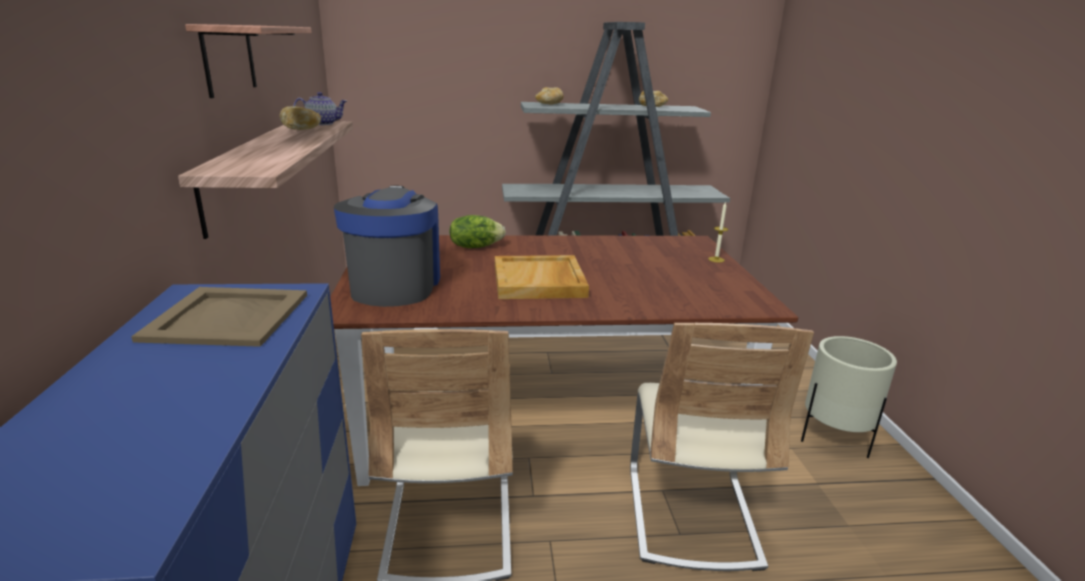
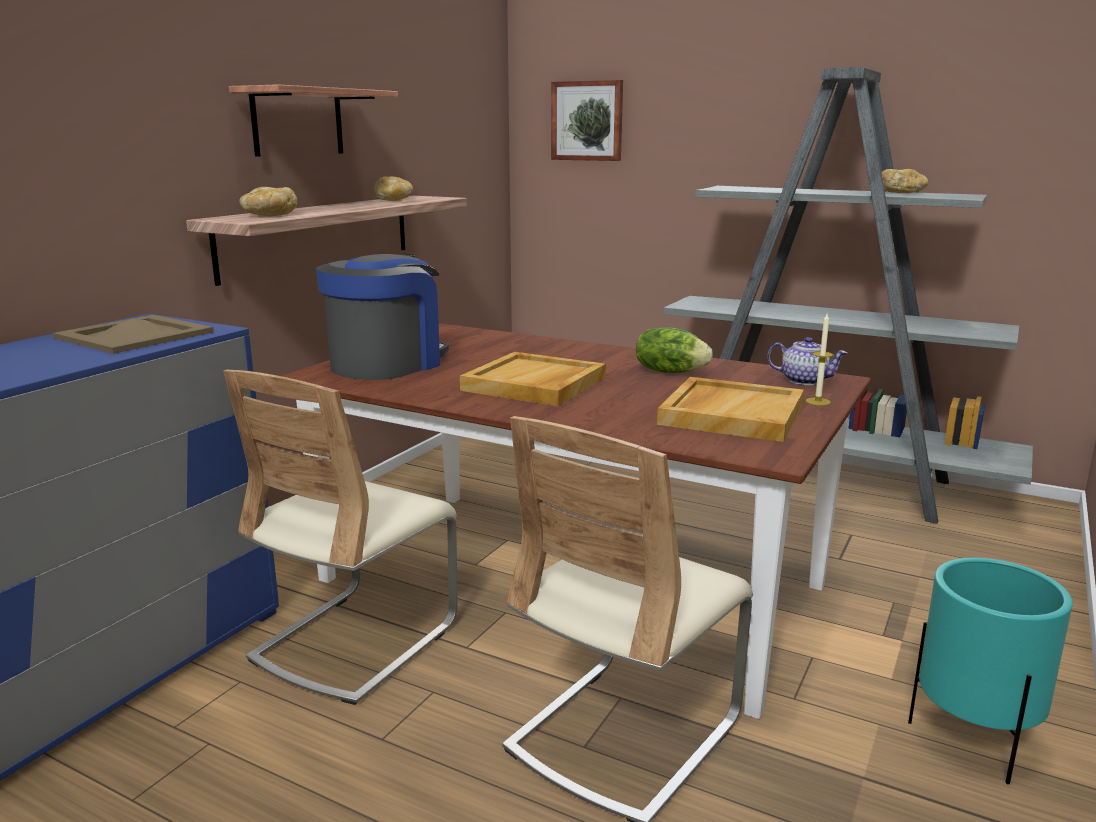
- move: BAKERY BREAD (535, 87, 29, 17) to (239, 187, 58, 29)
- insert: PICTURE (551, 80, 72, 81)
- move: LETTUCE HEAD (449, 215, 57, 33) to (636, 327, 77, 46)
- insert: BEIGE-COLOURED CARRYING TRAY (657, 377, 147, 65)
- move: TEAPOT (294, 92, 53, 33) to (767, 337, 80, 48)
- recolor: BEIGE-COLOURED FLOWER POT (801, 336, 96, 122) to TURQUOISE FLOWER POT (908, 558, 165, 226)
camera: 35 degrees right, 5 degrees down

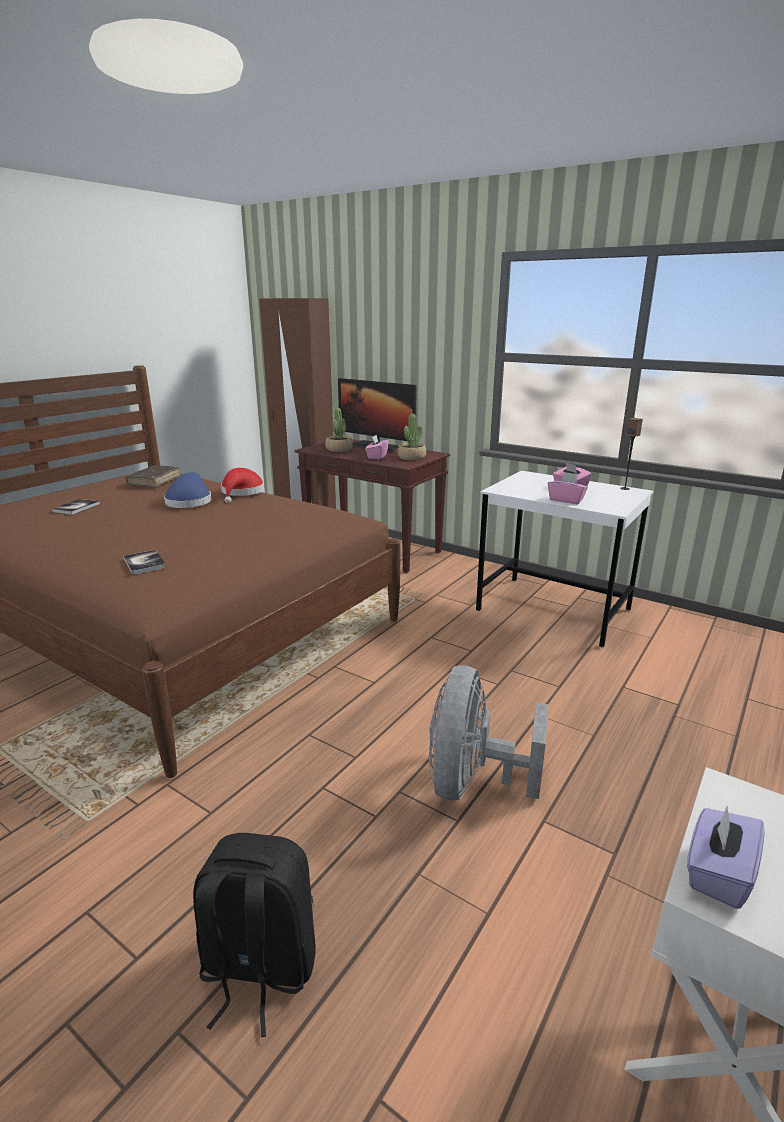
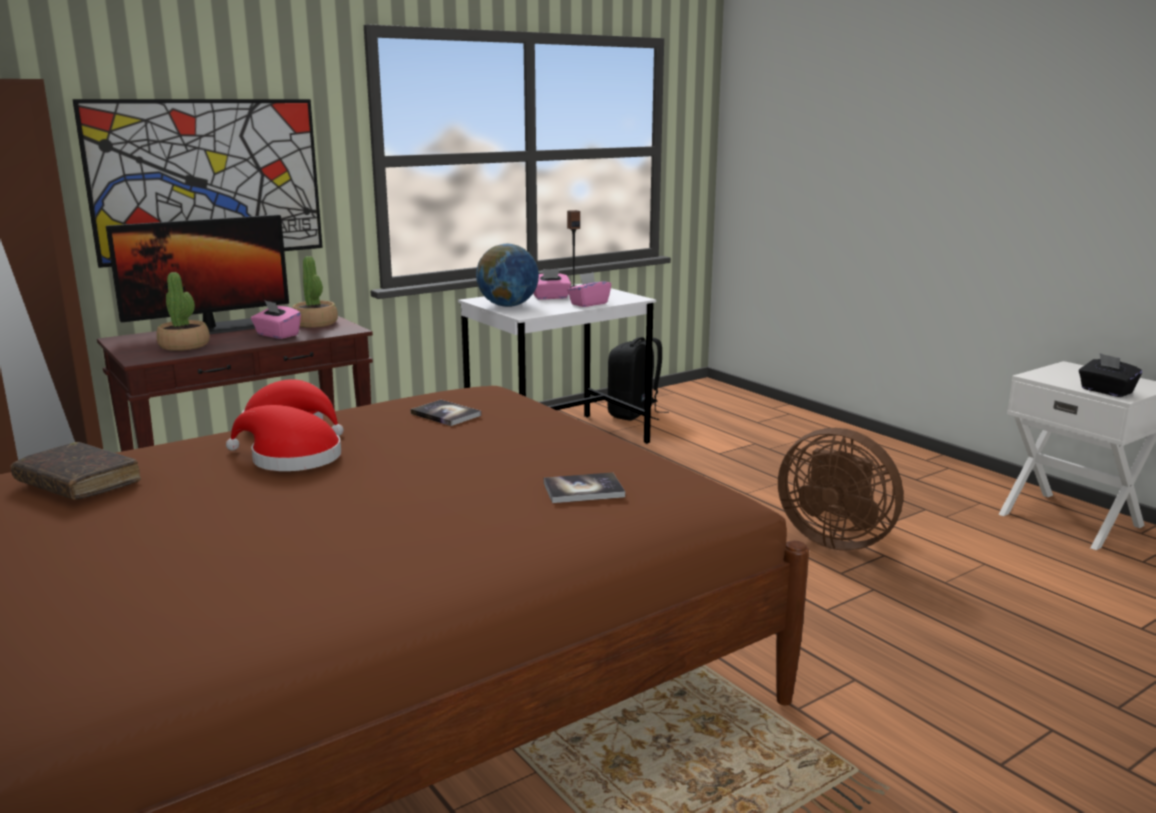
- insert: PICTURE (72, 99, 251, 169)
- recolor: BLUISH CLOTHING HAT (164, 472, 48, 36) to RED-COLOURED CLOTHING HAT (226, 405, 115, 66)
- move: VOLUME (52, 499, 48, 16) to (410, 400, 71, 26)
- insert: WORLD GLOBE (476, 244, 63, 63)
- move: BLACKISH KNAPSACK (193, 833, 123, 204) to (607, 337, 62, 84)
- recolor: GREY COOLING FAN (429, 665, 119, 136) to BROWN COOLING FAN (778, 428, 125, 123)
- recolor: PURPLE BOX OF TISSUES (687, 806, 78, 103) to BLACKISH BOX OF TISSUES (1079, 353, 63, 44)
camera: 70 degrees left, 5 degrees down

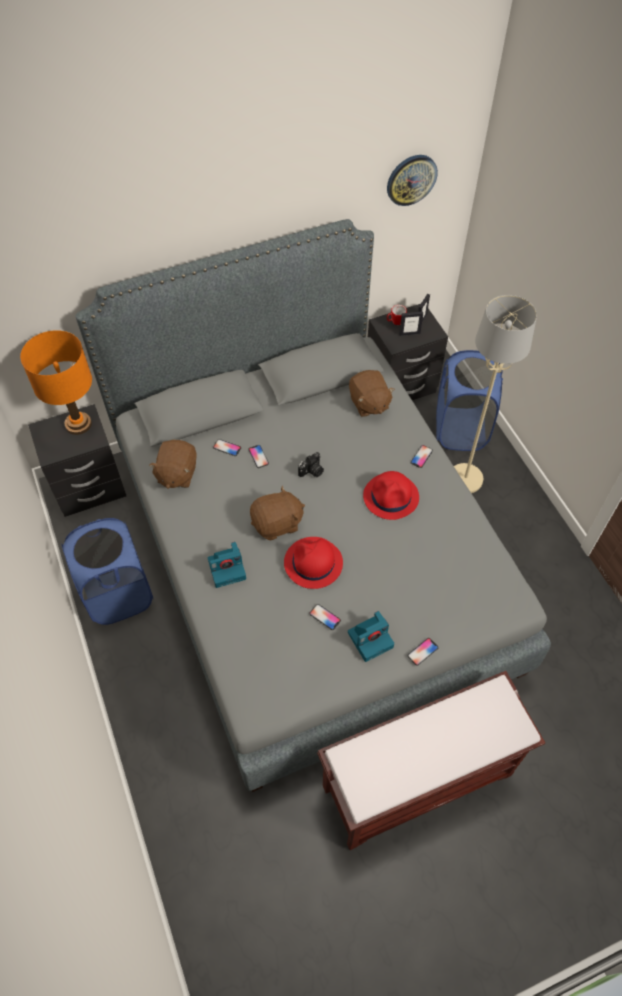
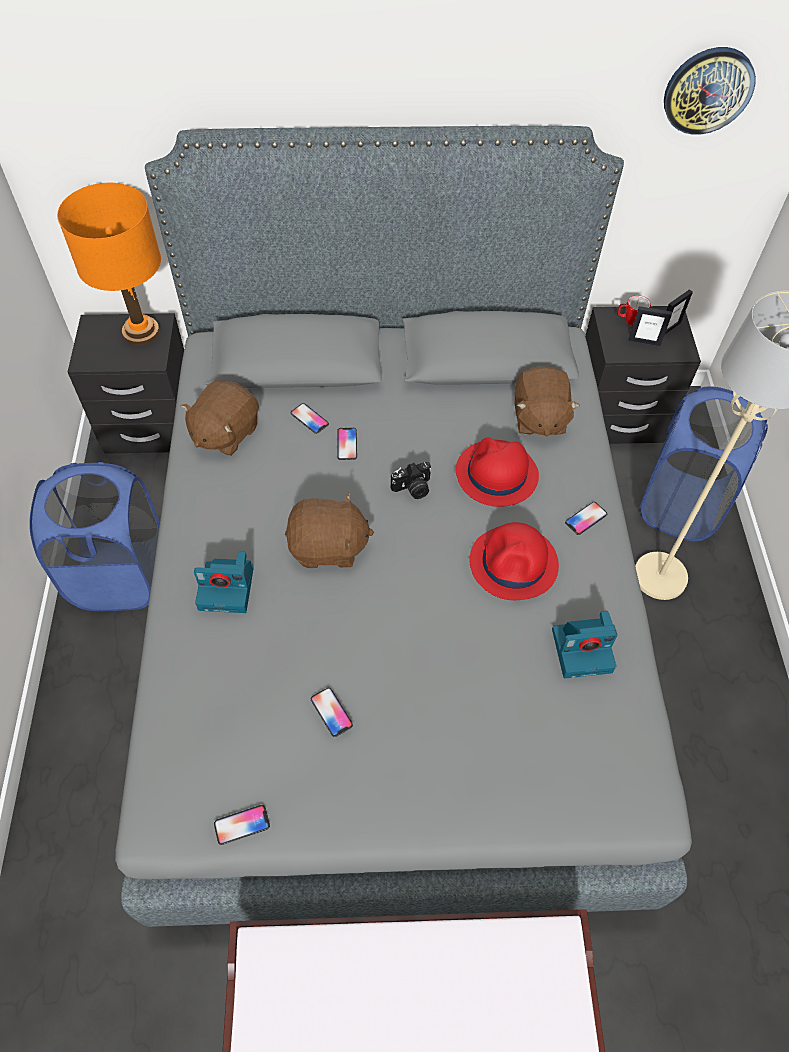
- move: PHONE (407, 638, 32, 28) to (214, 805, 56, 40)
- move: RED-COLOURED CLOTHING HAT (284, 537, 59, 52) to (456, 438, 83, 69)
- move: PHOTO CAMERA (348, 611, 46, 51) to (552, 611, 65, 68)
camera: 20 degrees right, 0 degrees up

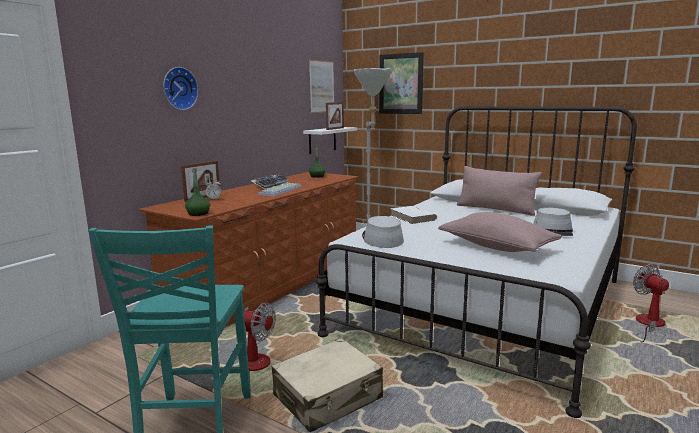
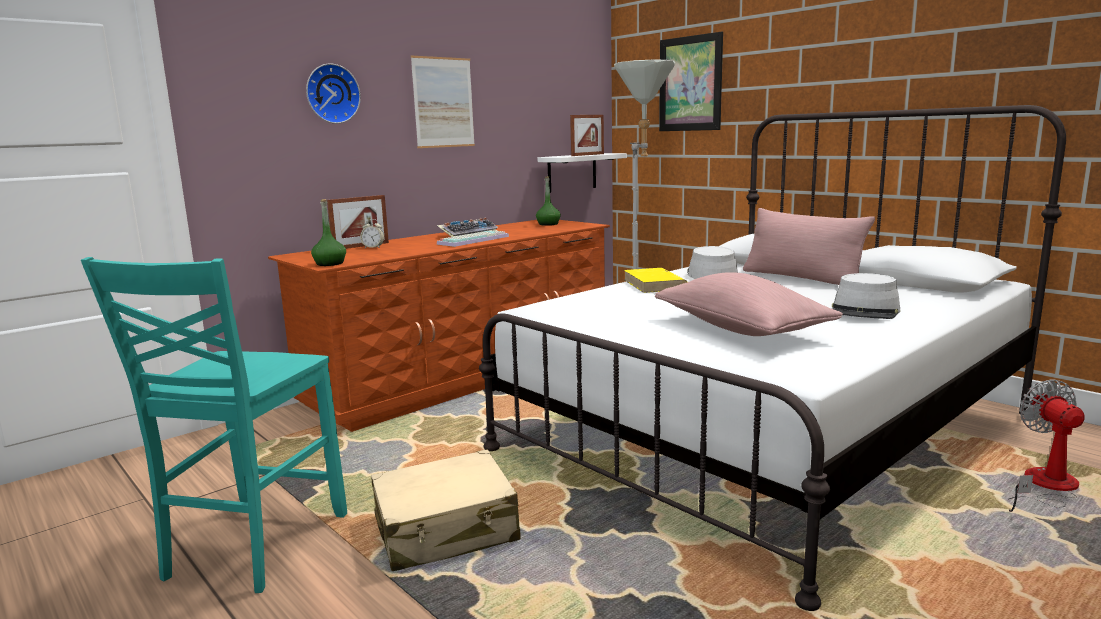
- move: PICTURE (309, 60, 25, 53) to (411, 56, 64, 92)
- recolor: WHITISH VOLUME (390, 206, 47, 18) to YELLOW-COLOURED VOLUME (624, 268, 63, 25)
- move: GREY CLOTHING HAT (362, 216, 42, 32) to (687, 246, 51, 33)
- delete: COOLING FAN (244, 303, 32, 68)
camera: 15 degrees right, 0 degrees up

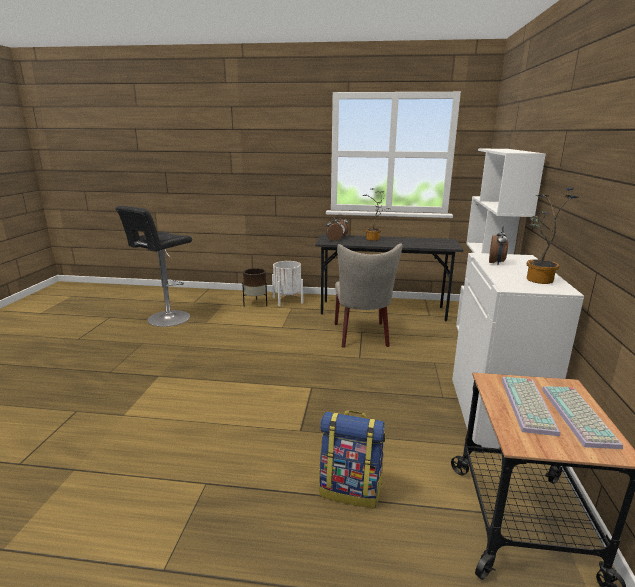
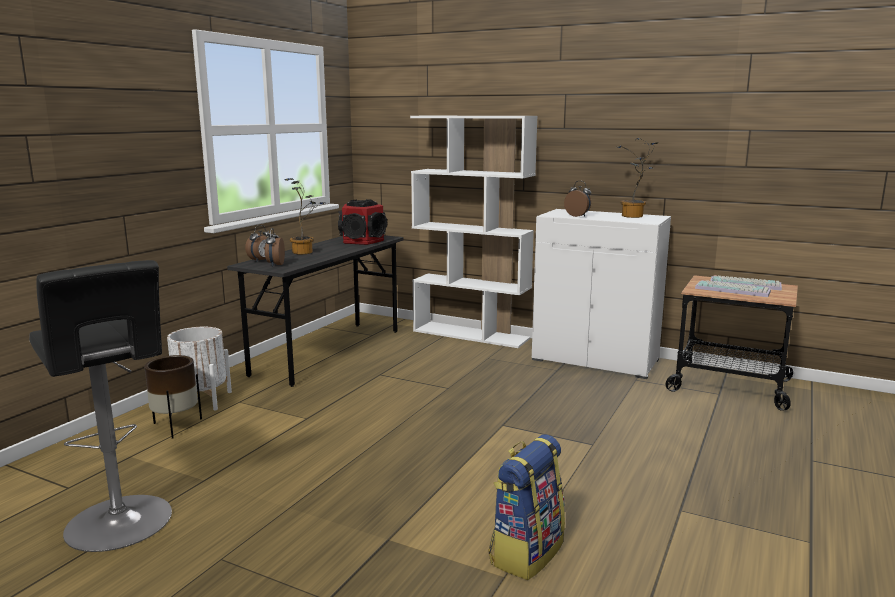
- insert: SPEAKER (338, 199, 49, 46)
- move: KNAPSACK (319, 411, 67, 97) to (488, 434, 77, 146)
- delete: BEIGE-COLOURED UPRIGHT CHAIR (334, 243, 69, 105)
camera: 70 degrees left, 5 degrees down

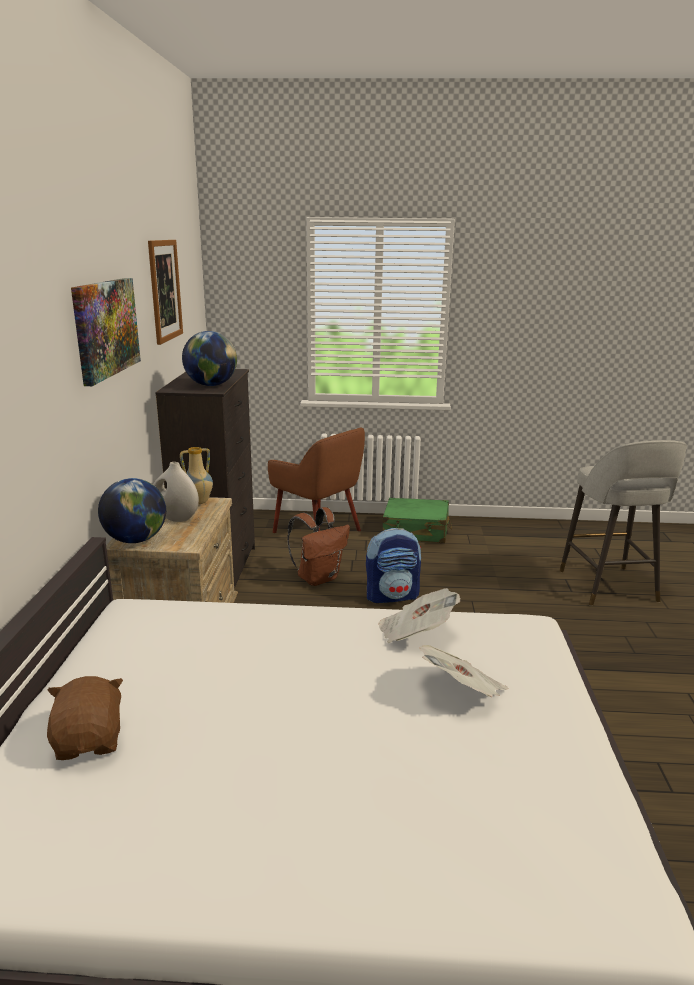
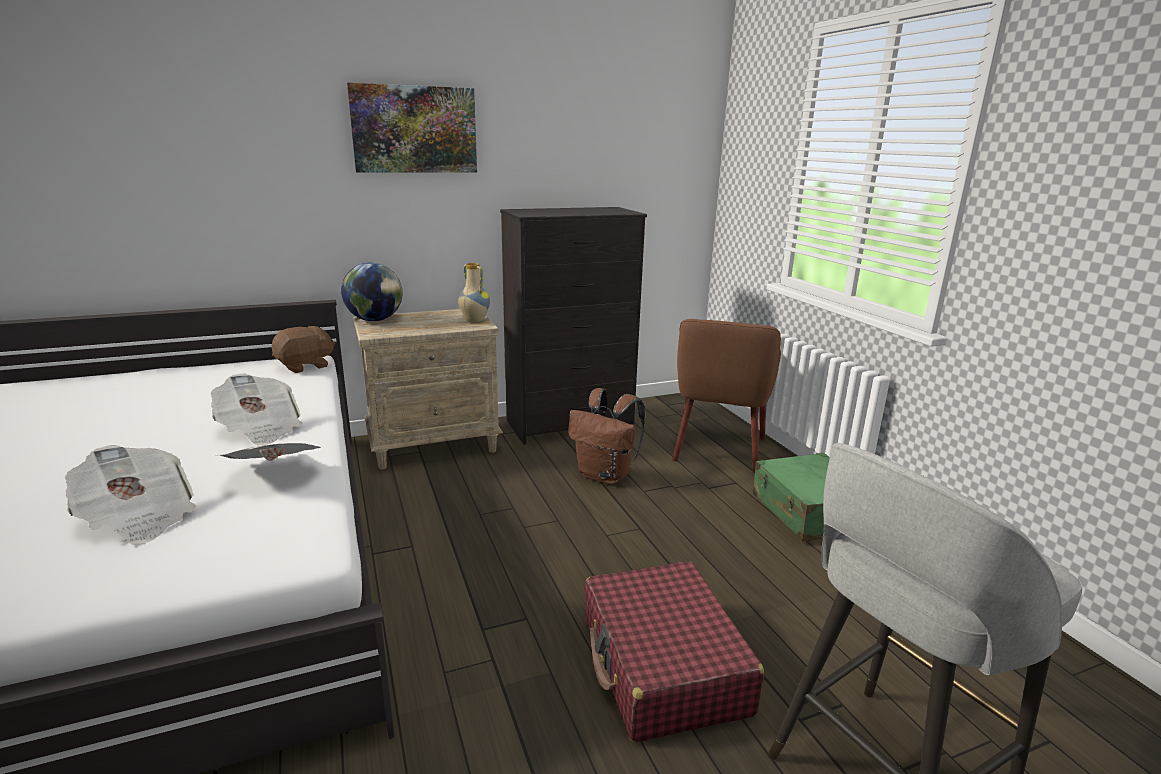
- insert: NEWSPAPER (211, 374, 91, 72)
- move: BROWN CUDDLY TOY (47, 676, 76, 84) to (271, 326, 64, 47)
- insert: RED-COLOURED TRAVEL CASE (585, 562, 179, 181)
- delete: PICTURE (148, 240, 35, 105)
- delete: WHITISH DECORATIVE VASE (153, 462, 46, 60)
- delete: WORLD GLOBE (182, 331, 55, 55)
- delete: KNAPSACK (366, 528, 55, 75)
camera: 65 degrees right, 0 degrees up

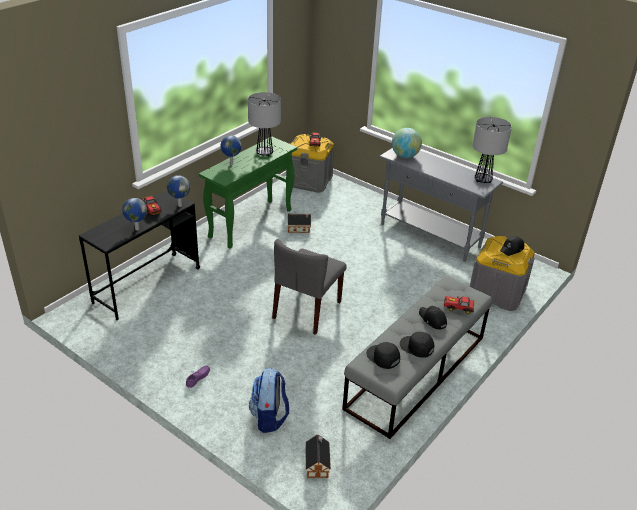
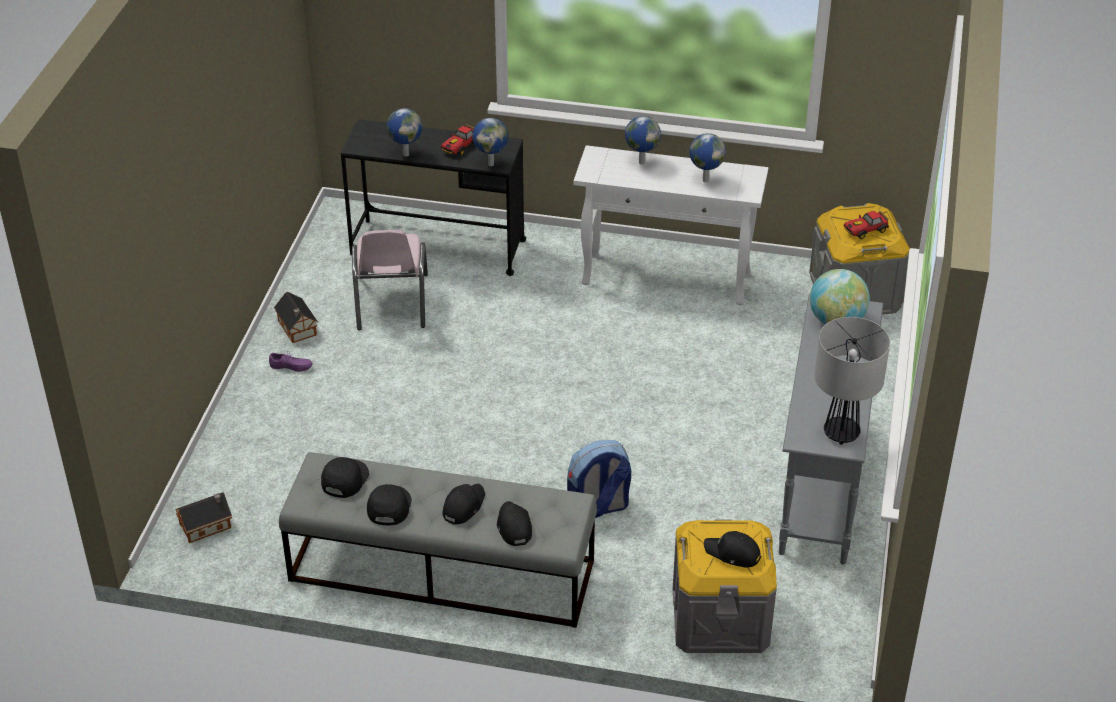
- move: MODEL HOUSE (288, 213, 23, 20) to (274, 292, 44, 51)
- insert: PINK UPRIGHT CHAIR (352, 230, 76, 100)
- replace: MINIATURE CAR (443, 296, 32, 18) to BLACKISH PEAKED CAP (497, 501, 35, 45)
- move: KNAPSACK (249, 368, 40, 65) to (567, 440, 64, 78)
- recolor: GREENISH NARROW TABLE (199, 136, 98, 113) to WHITISH NARROW TABLE (574, 145, 194, 160)
- replace: TABLE LAMP (248, 92, 33, 64) to WORLD GLOBE (689, 133, 37, 49)
- delete: GREY UPRIGHT CHAIR (272, 239, 75, 96)
camera: 65 degrees right, 5 degrees up

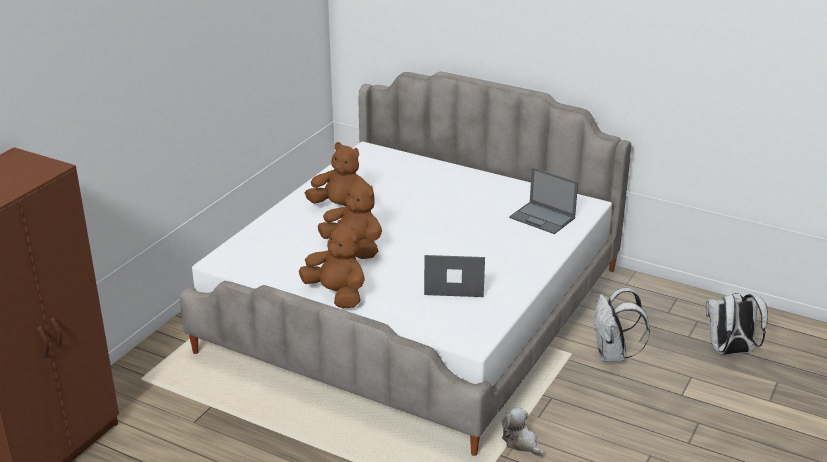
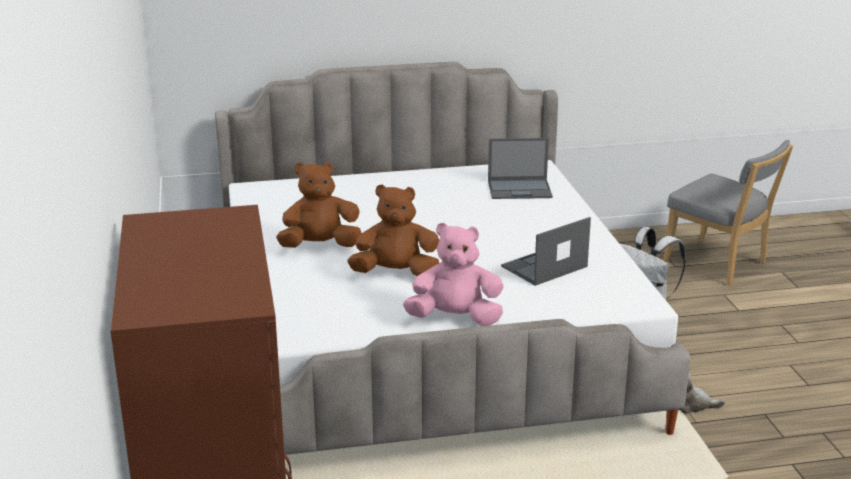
- recolor: BROWN CUDDLY TOY (299, 220, 66, 88) to PINK CUDDLY TOY (403, 223, 100, 103)
- replace: WHITISH KNAPSACK (706, 293, 62, 62) to GREY UPRIGHT CHAIR (663, 140, 130, 145)
camera: 40 degrees left, 5 degrees down

